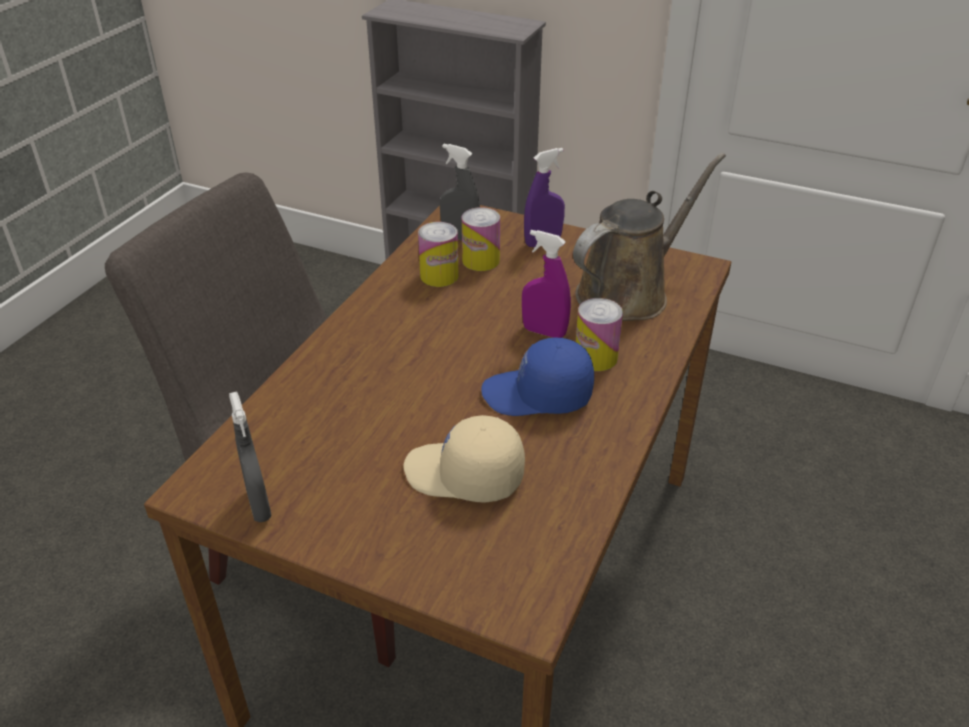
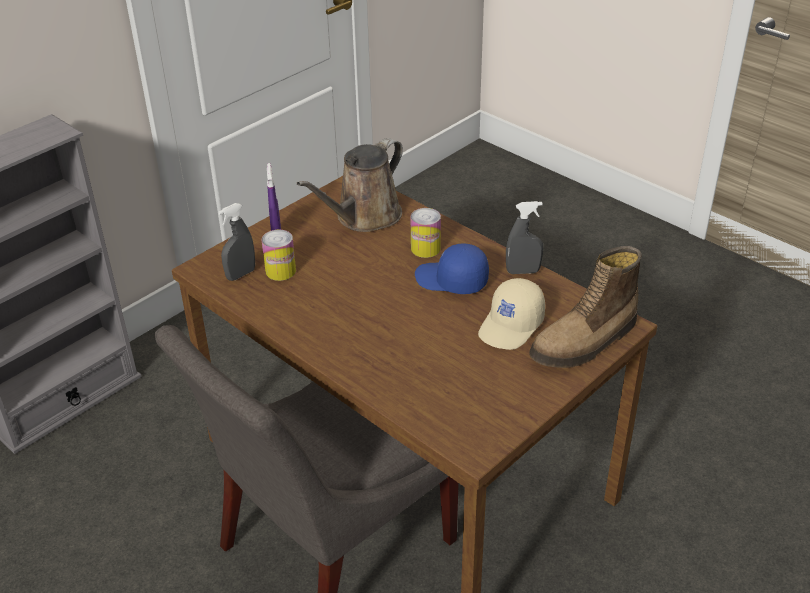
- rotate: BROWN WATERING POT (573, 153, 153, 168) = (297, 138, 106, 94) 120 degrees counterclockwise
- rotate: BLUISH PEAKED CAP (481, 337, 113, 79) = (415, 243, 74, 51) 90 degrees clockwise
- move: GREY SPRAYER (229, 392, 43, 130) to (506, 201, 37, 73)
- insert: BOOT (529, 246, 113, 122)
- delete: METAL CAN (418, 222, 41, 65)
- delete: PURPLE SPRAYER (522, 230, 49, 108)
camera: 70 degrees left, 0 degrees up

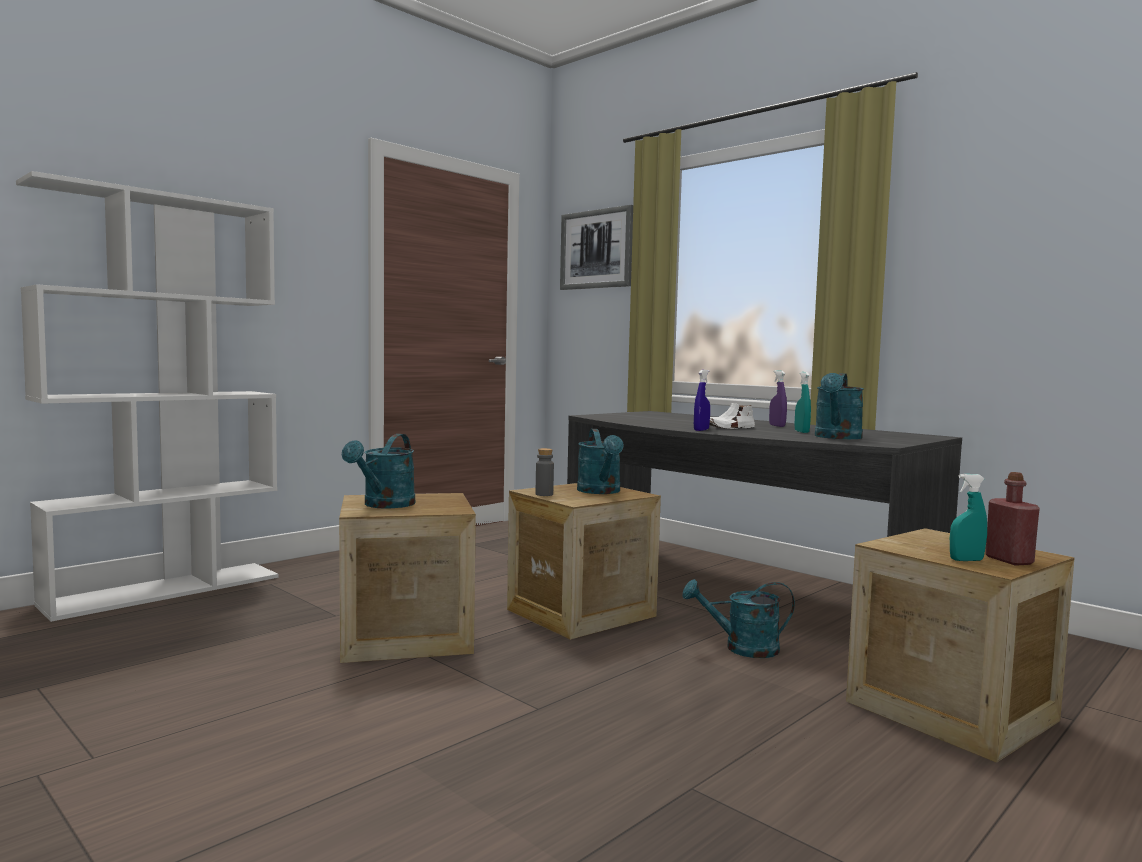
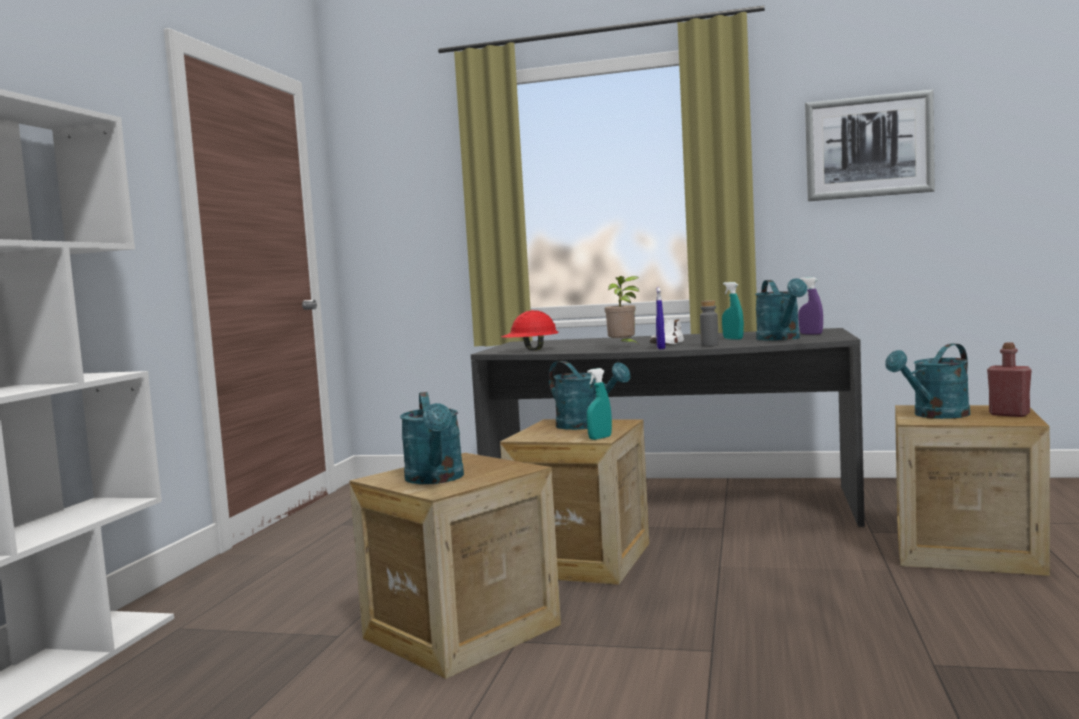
- insert: RED-COLOURED HARD HAT (501, 310, 58, 41)
- move: TURQUOISE SPRAYER (950, 474, 37, 87) to (587, 368, 25, 72)
- insert: HOUSEPLANT (605, 276, 35, 70)
- move: GREY BEVERAGE BOTTLE (536, 448, 18, 48) to (700, 300, 19, 46)
- move: PURPLE SPRAYER (769, 370, 18, 57) to (798, 277, 25, 57)
- move: PICTURE (560, 205, 73, 85) to (805, 89, 130, 112)
- move: TURQUOISE WATERING POT (683, 579, 112, 79) to (885, 344, 85, 75)
camera: 30 degrees left, 0 degrees up

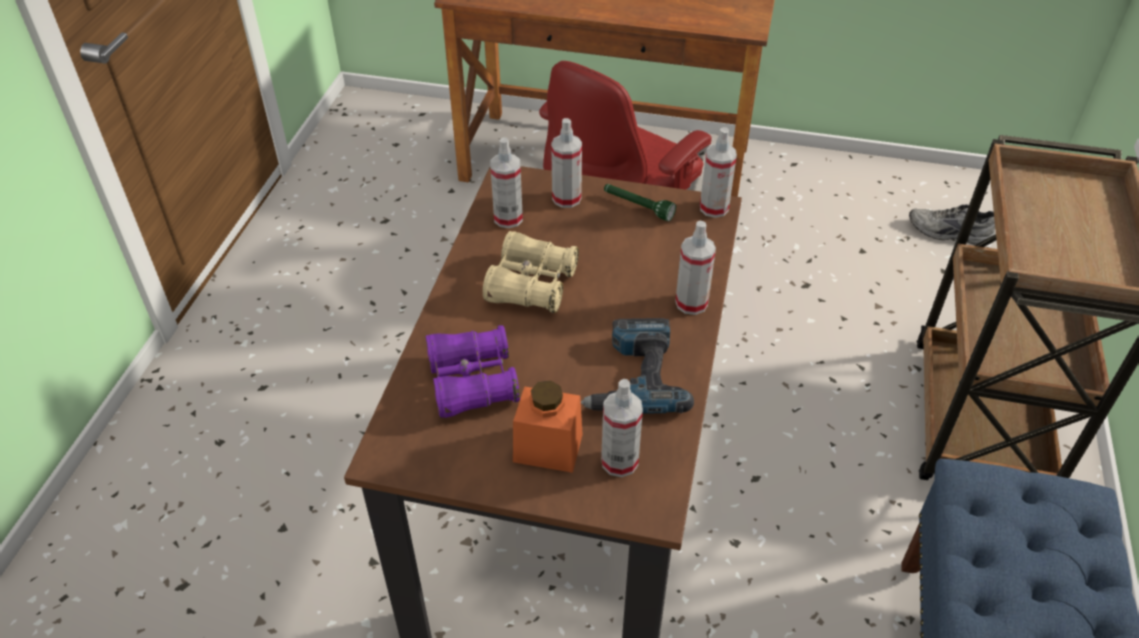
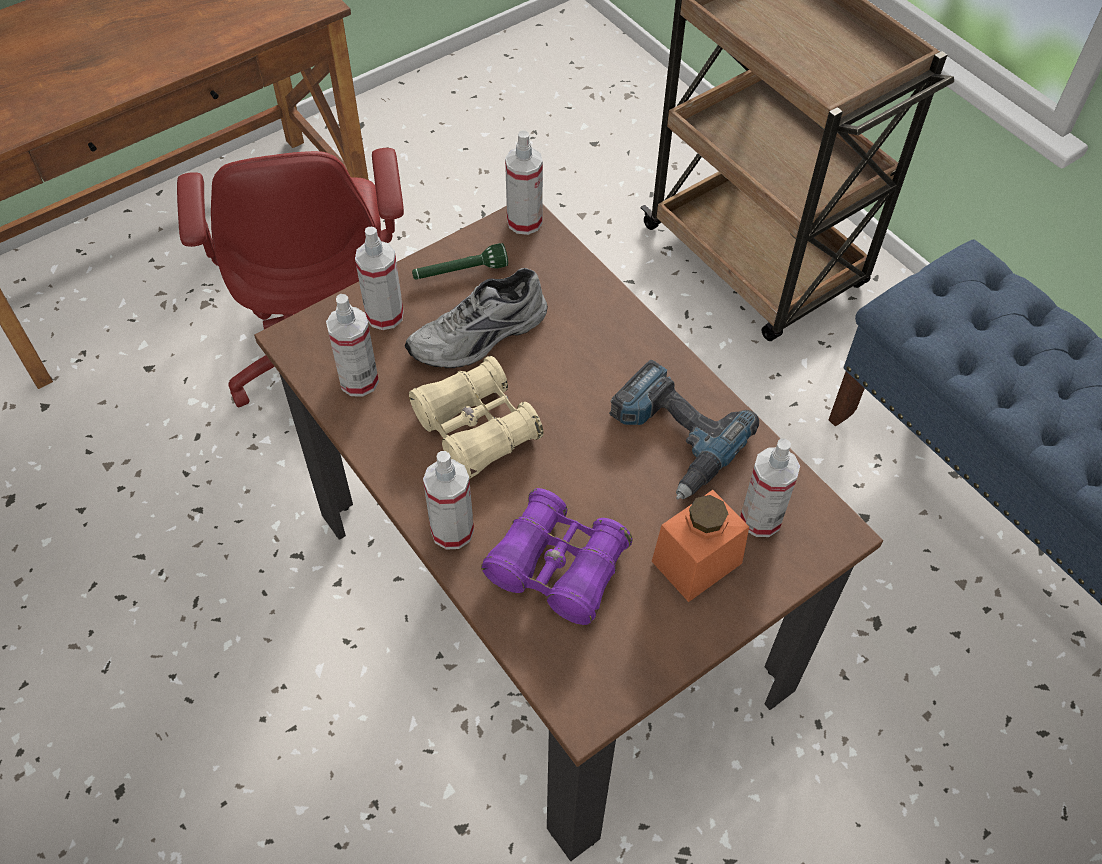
- move: GREY ITEM OF FOOTWEAR (909, 204, 86, 41) to (405, 268, 143, 100)
- move: SPRAYER (675, 221, 41, 94) to (423, 451, 51, 99)
camera: 50 degrees left, 10 degrees up

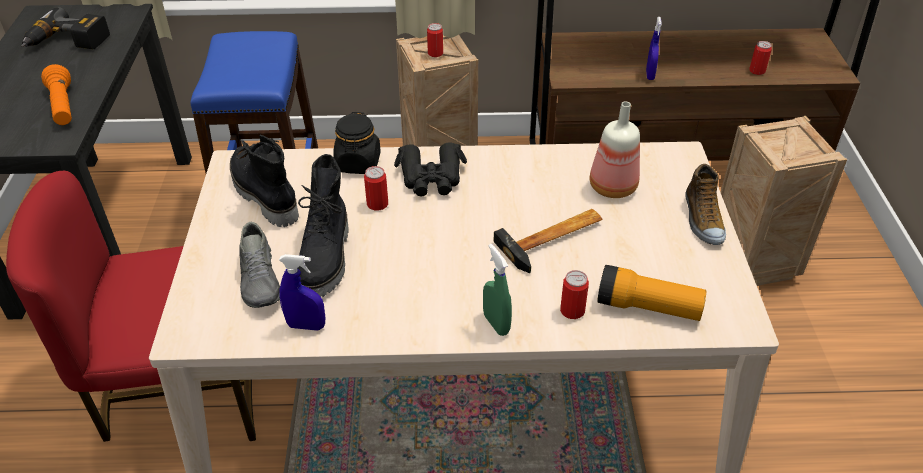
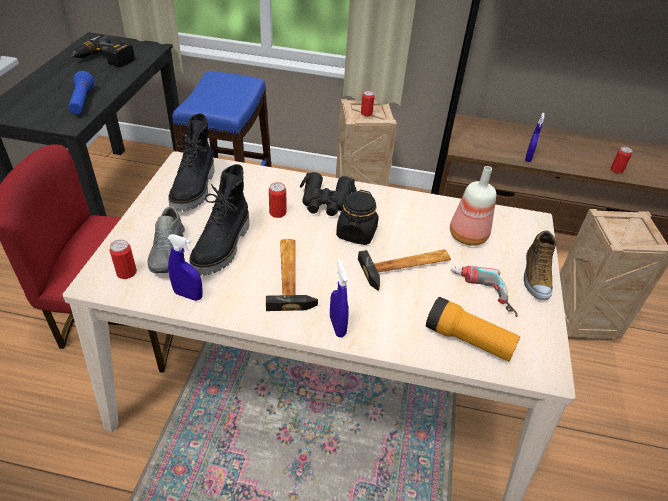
- recolor: ORANGE HAND TORCH (41, 64, 31, 61) to BLUISH HAND TORCH (68, 71, 26, 43)
- move: METAL CAN (560, 270, 29, 49) to (109, 239, 28, 40)
- rotate: BLACKISH BOOT (230, 135, 69, 92) = (168, 113, 47, 99) 150 degrees counterclockwise
- insert: TOOL HAMMER (266, 239, 52, 72)
- recolor: GREENISH SPRAYER (483, 244, 29, 92) to BLUISH SPRAYER (330, 259, 19, 78)
- move: BLACKISH STORAGE JAR (333, 112, 48, 62) to (336, 190, 43, 55)
- insert: DRILL (451, 266, 66, 51)
camera: 10 degrees right, 0 degrees up

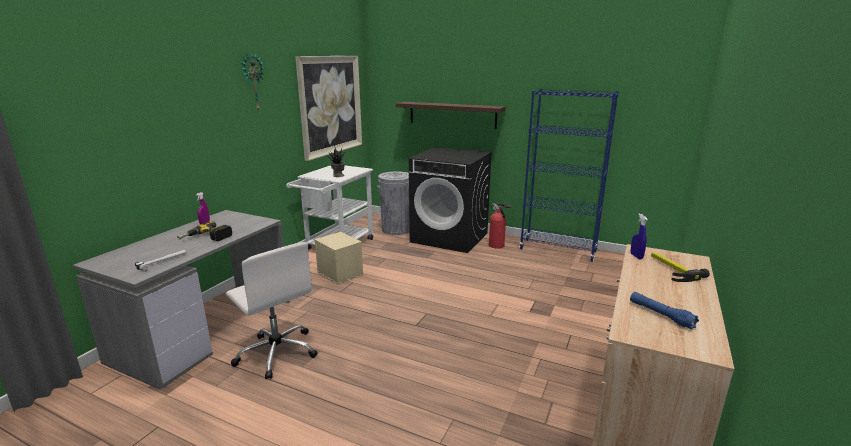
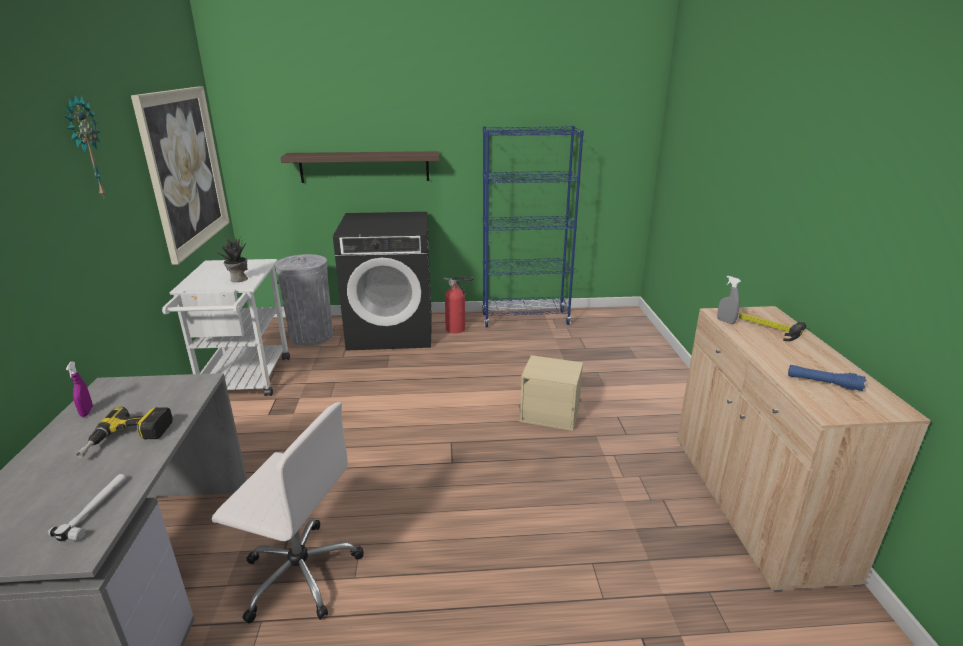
- move: BEIGE-COLOURED STORAGE CONTAINER (314, 232, 49, 53) to (519, 355, 64, 76)
- recolor: BLUISH SPRAYER (631, 214, 17, 46) to GREY SPRAYER (717, 275, 24, 49)
camera: 30 degrees left, 5 degrees up

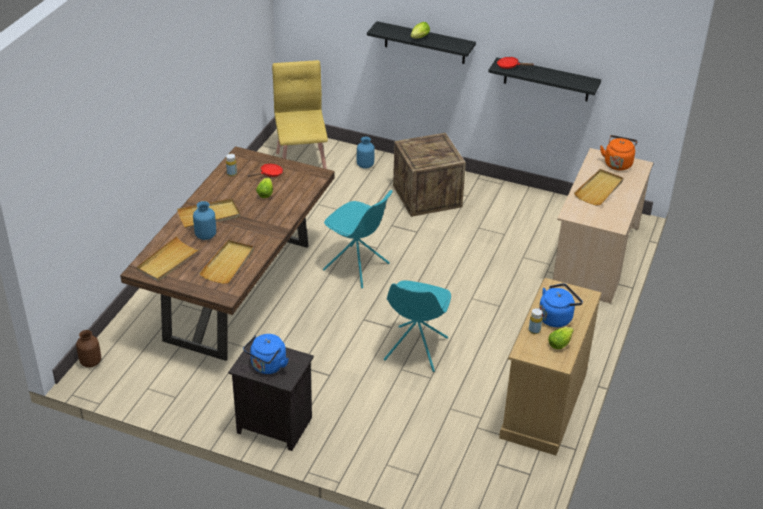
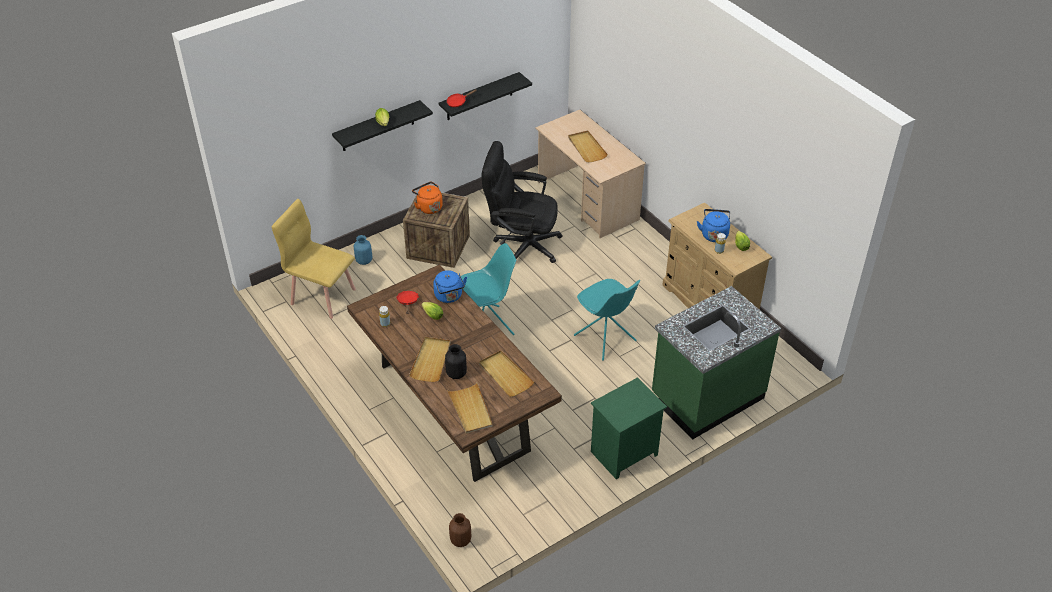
- move: ORANGE TEA KETTLE (600, 135, 38, 35) to (412, 182, 31, 32)
- move: BLUISH TEA KETTLE (243, 334, 46, 40) to (433, 270, 34, 33)
- recolor: BLUISH DECORATIVE VASE (193, 201, 23, 39) to BLACKISH DECORATIVE VASE (445, 344, 22, 35)
- insert: BLACKISH OFFICE CHAIR (482, 141, 81, 122)
- recolor: BLACKISH NIGHT TABLE (228, 341, 86, 110) to GREENISH NIGHT TABLE (591, 377, 76, 102)
- insert: GREENISH COUNTER (652, 286, 129, 153)
camera: 55 degrees left, 5 degrees up

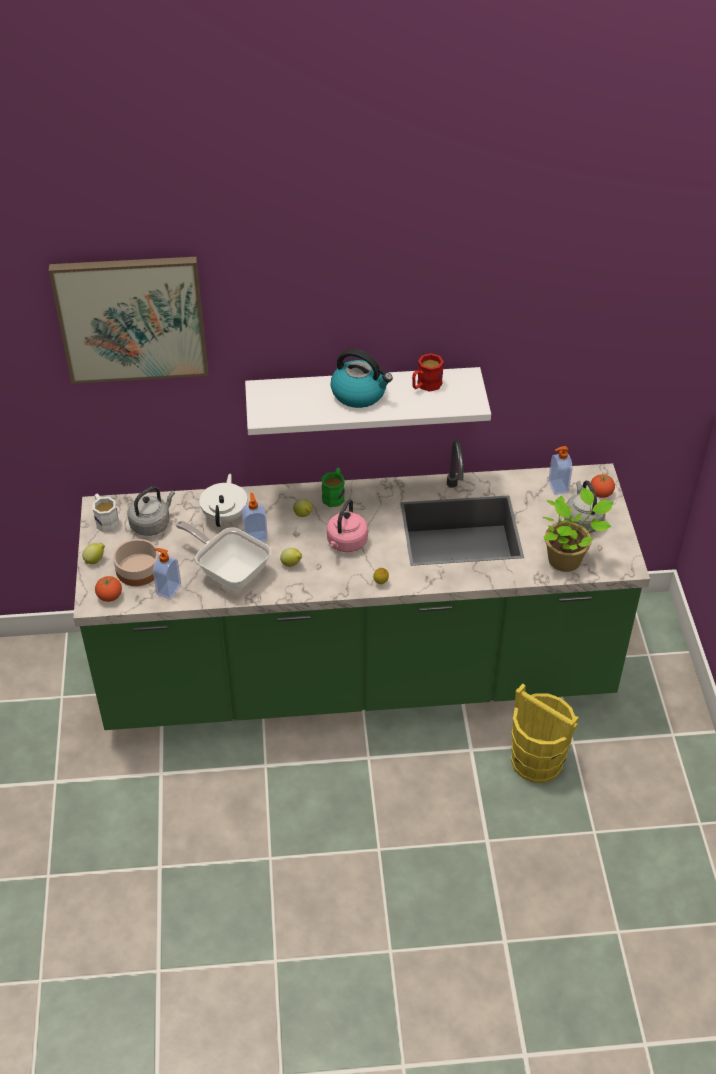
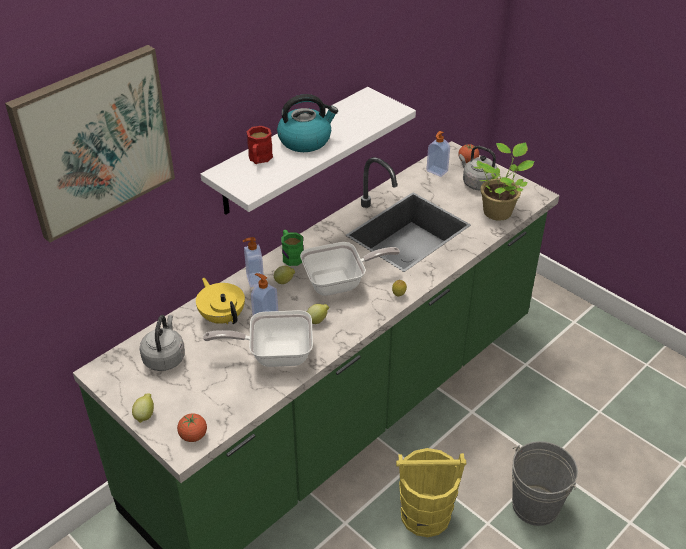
- recolor: WHITISH TEAPOT (199, 474, 48, 53) to YELLOW-COLOURED TEAPOT (196, 278, 49, 46)
- move: SOAP BOTTLE (153, 548, 28, 52) to (243, 237, 21, 50)
- move: RED-COLOURED TEA MUG (412, 353, 32, 39) to (246, 126, 27, 38)
- replace: PINK TEA KETTLE (327, 499, 41, 53) to SKILLET (300, 242, 100, 54)
- move: YELLOW-COLOURED BUCKET (511, 684, 68, 99) to (396, 448, 70, 89)
- insert: GREY BUCKET (512, 441, 66, 85)
- delete: WHITISH TEA MUG (93, 494, 26, 39)
- delete: SERVING BOWL (113, 539, 46, 47)
camera: 40 degrees left, 5 degrees down

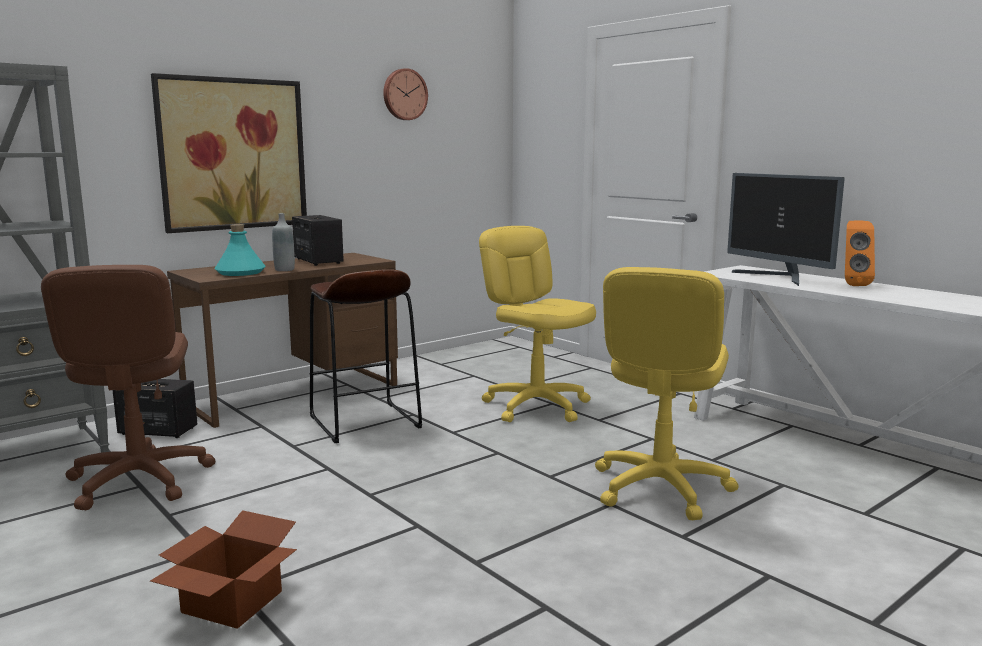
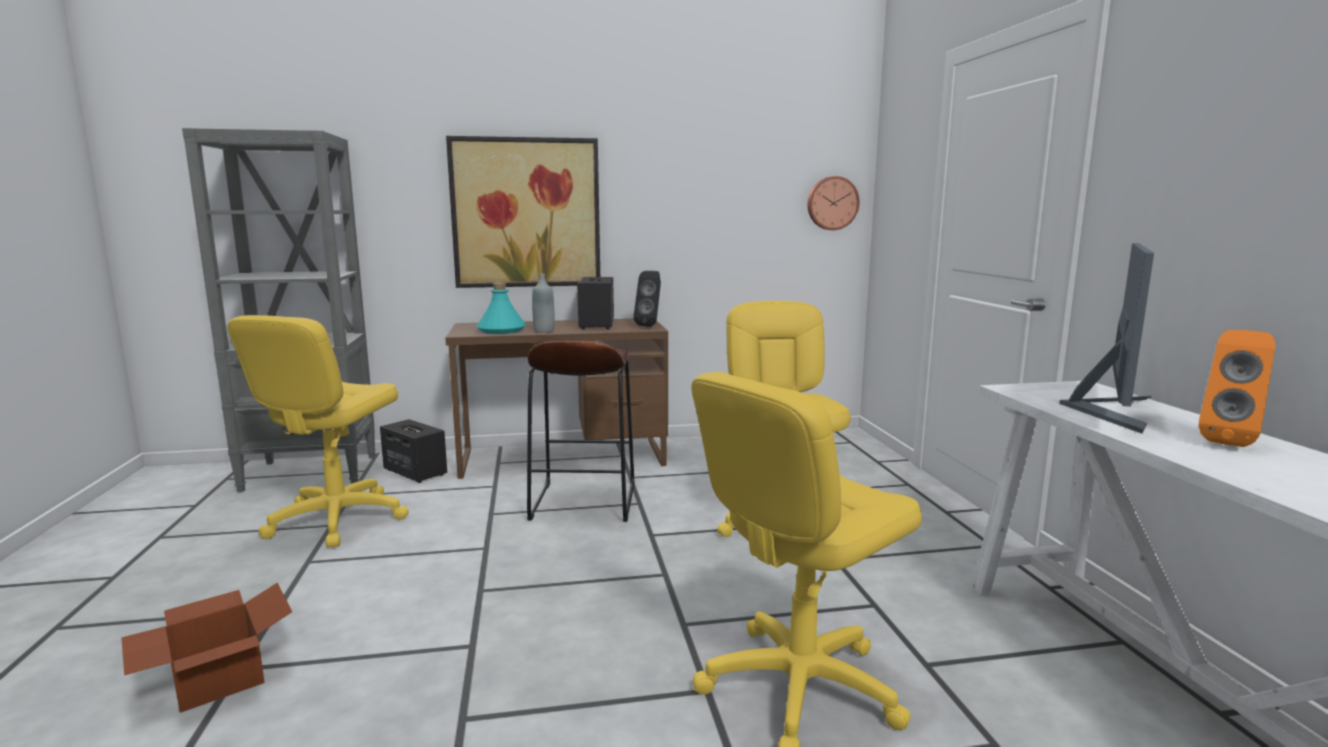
- recolor: BROWN OFFICE CHAIR (41, 265, 174, 245) to YELLOW-COLOURED OFFICE CHAIR (227, 315, 182, 233)
- insert: BLACKISH SPEAKER (633, 271, 28, 56)
- move: HANGING CLOCK (383, 68, 45, 52) to (807, 176, 53, 54)
- rotate: MONITOR (727, 173, 118, 113) = (1059, 243, 95, 191) 150 degrees counterclockwise
camera: 30 degrees right, 0 degrees up

